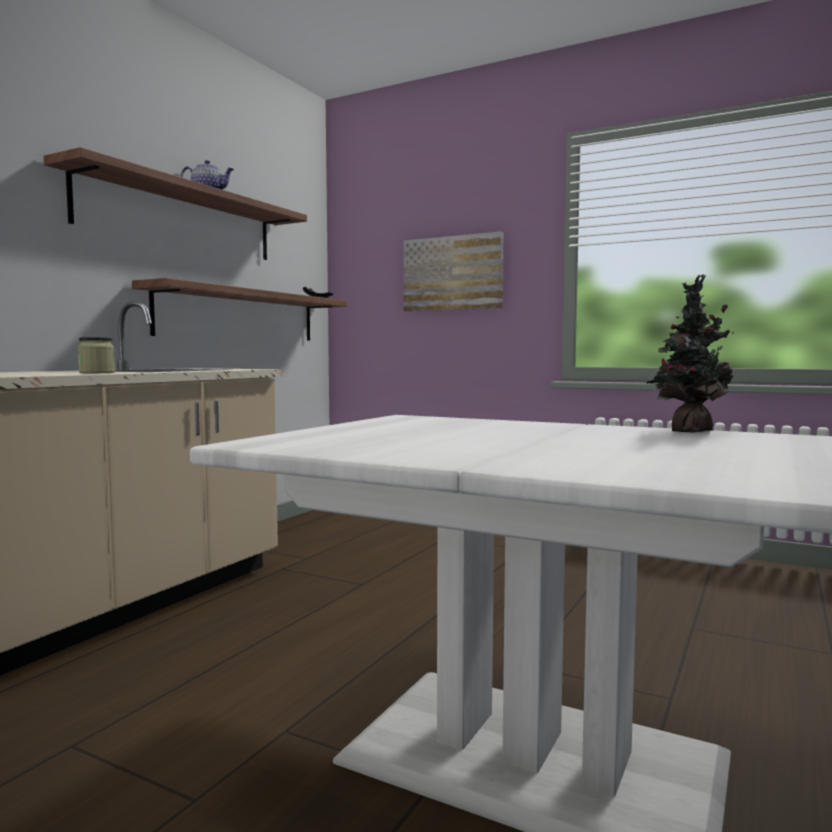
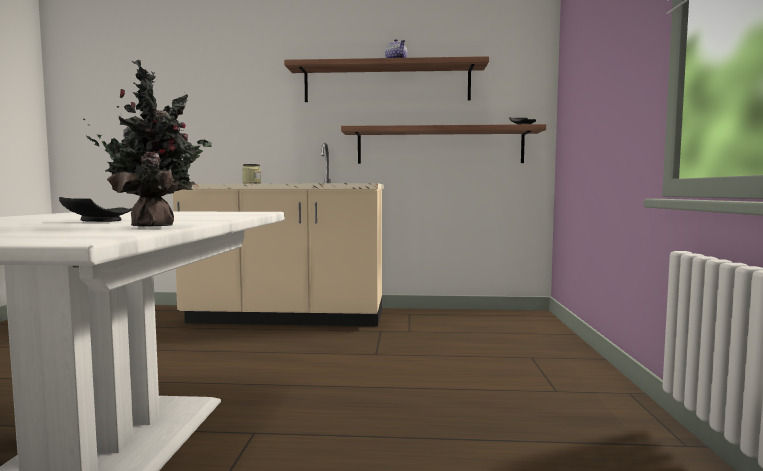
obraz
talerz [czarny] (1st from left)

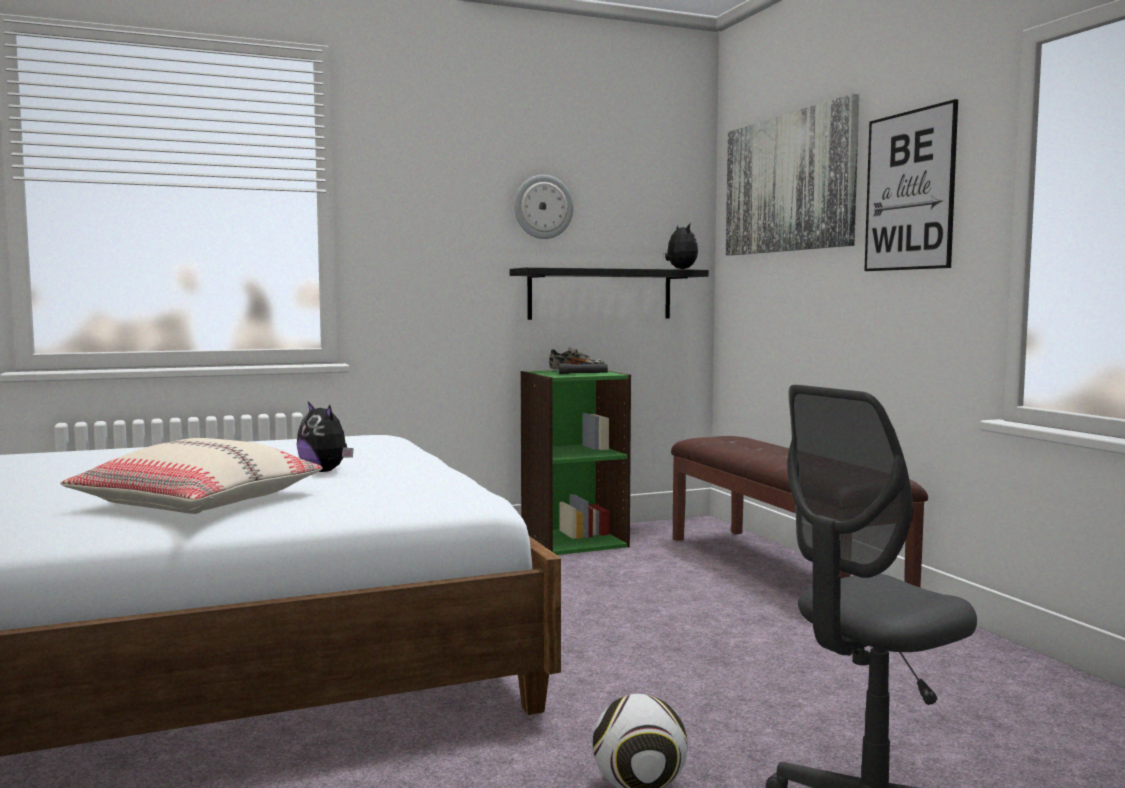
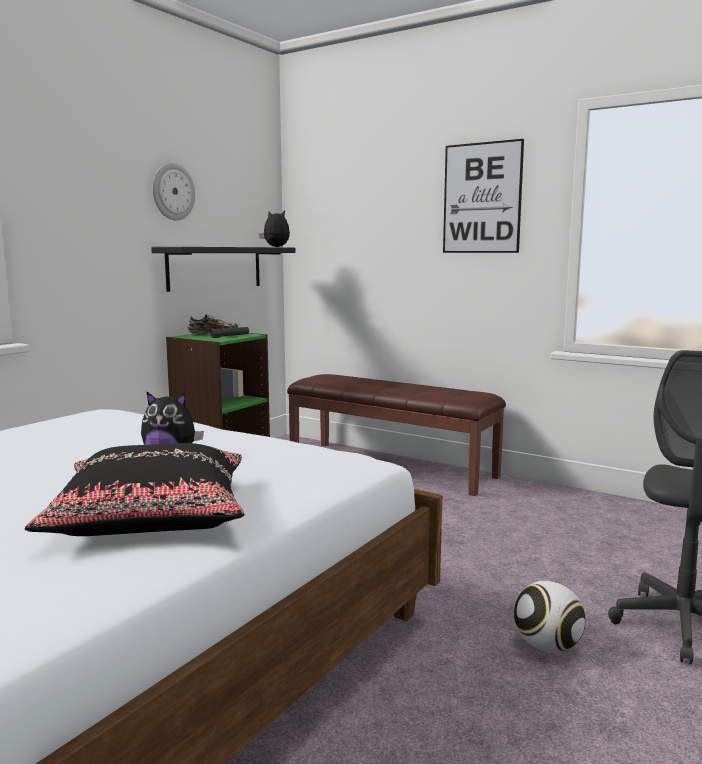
poduszka [czarny]
obraz (1st from left in the first image)

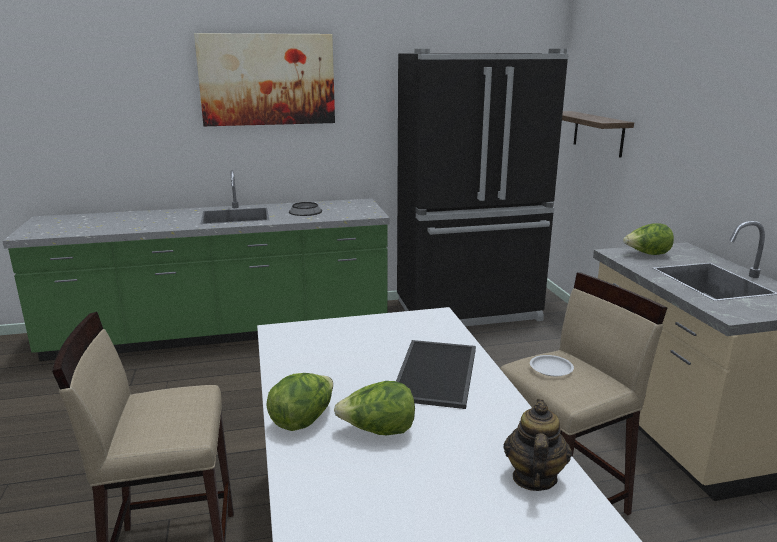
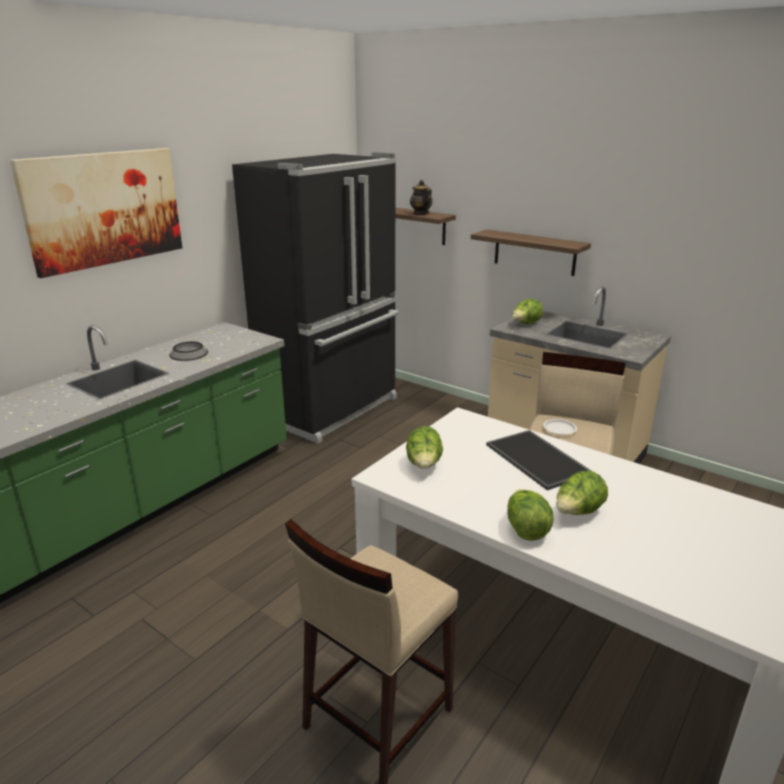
imbryk
sałata (1st from left)
półka (2nd from left)

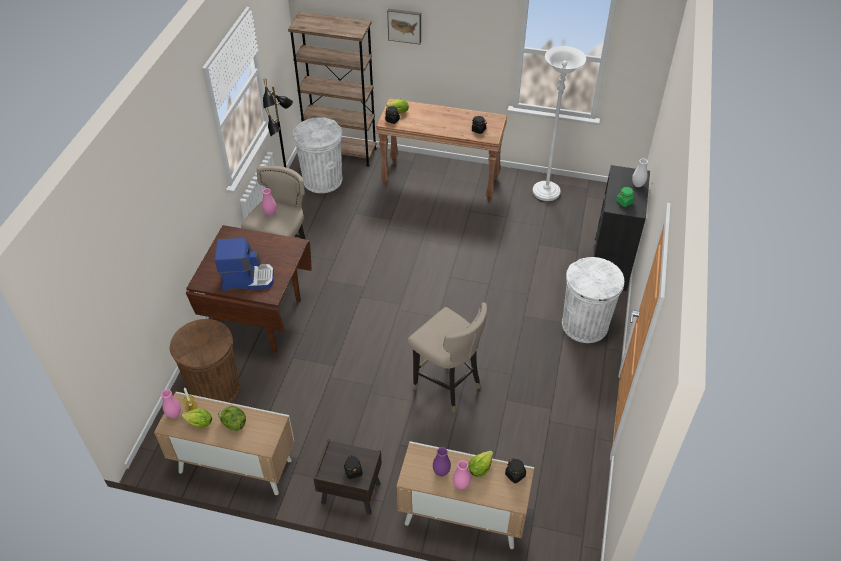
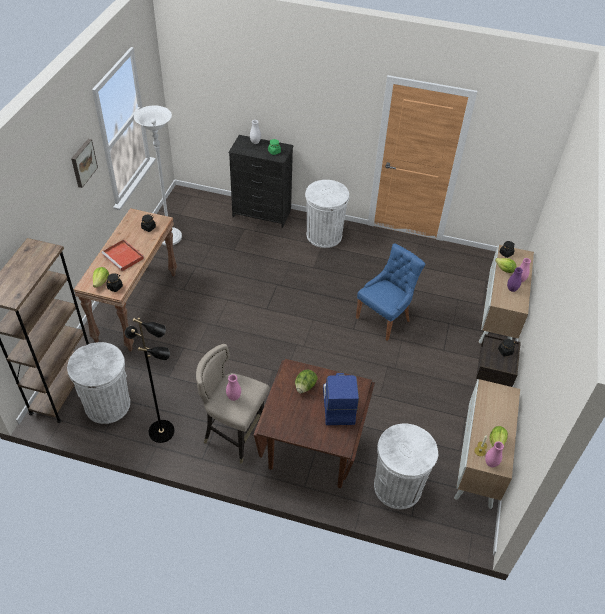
kosz na śmieci [biały] (3rd from left)
sałata (2nd from left)
obraz
krzesło [niebieski]
taca [czerwony]

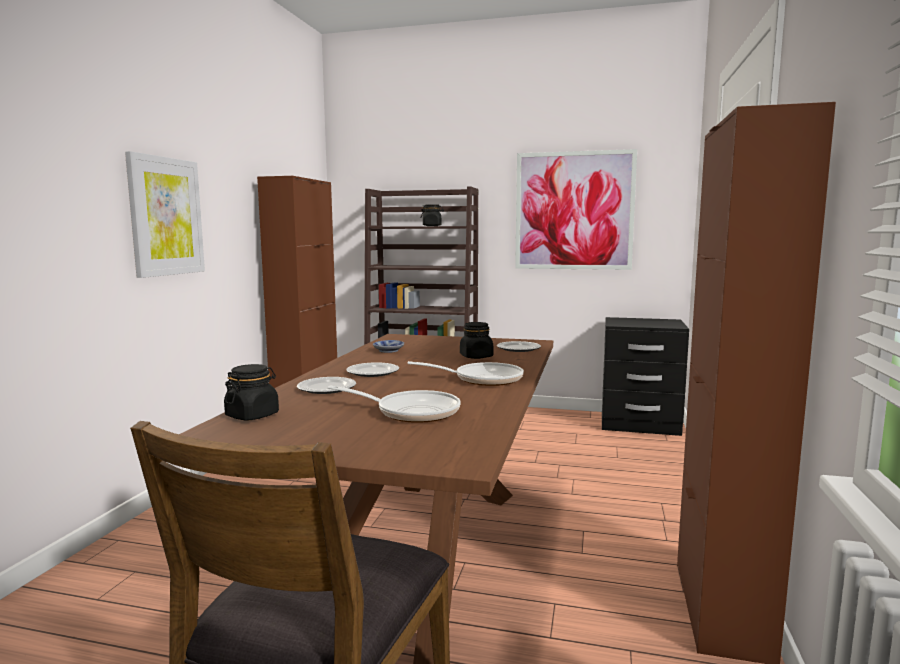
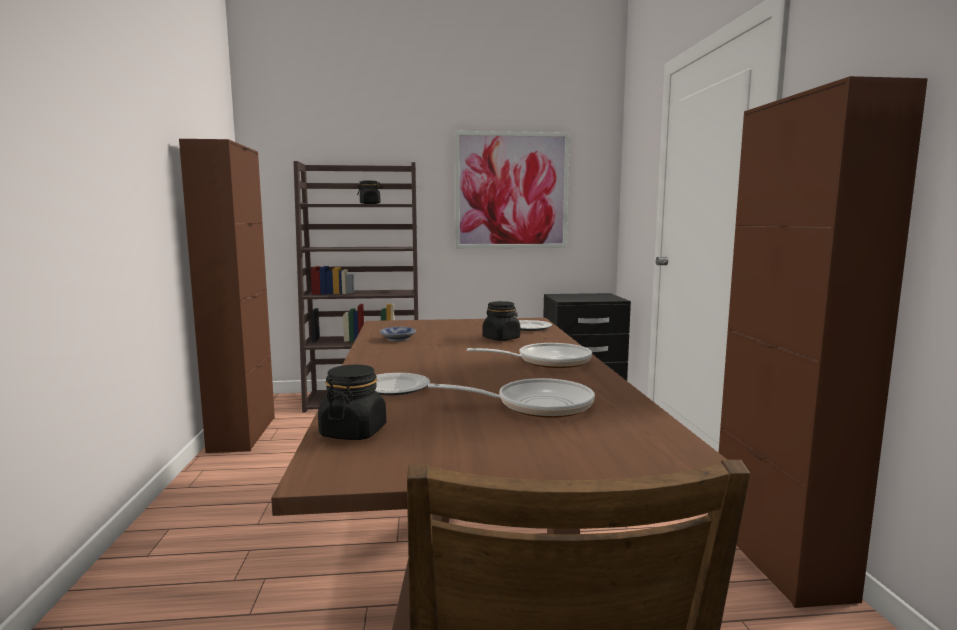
obraz (1st from left in the first image)
talerz (2nd from left in the first image)

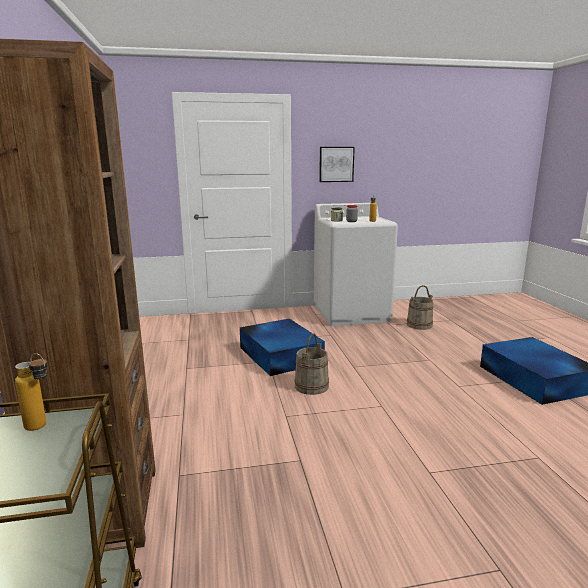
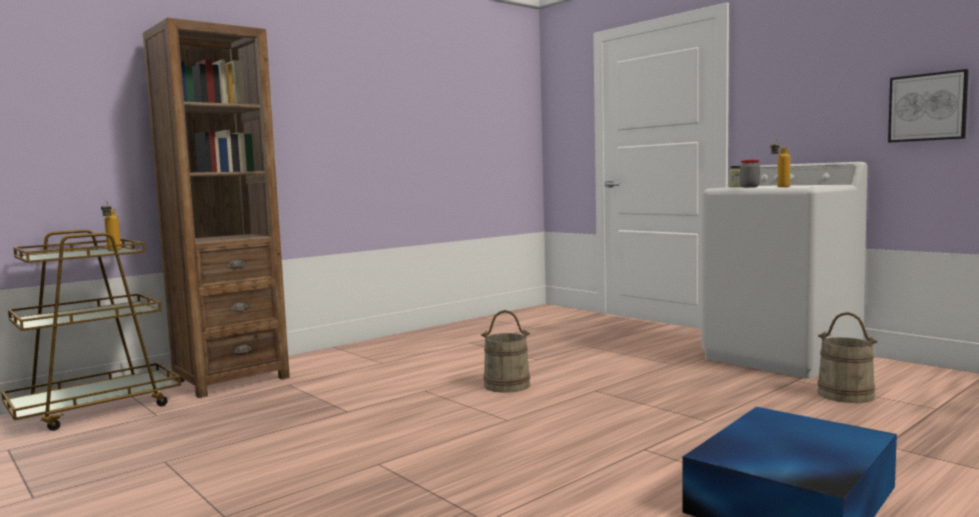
pojemnik do przechowywania [niebieski] (1st from left in the first image)
obraz

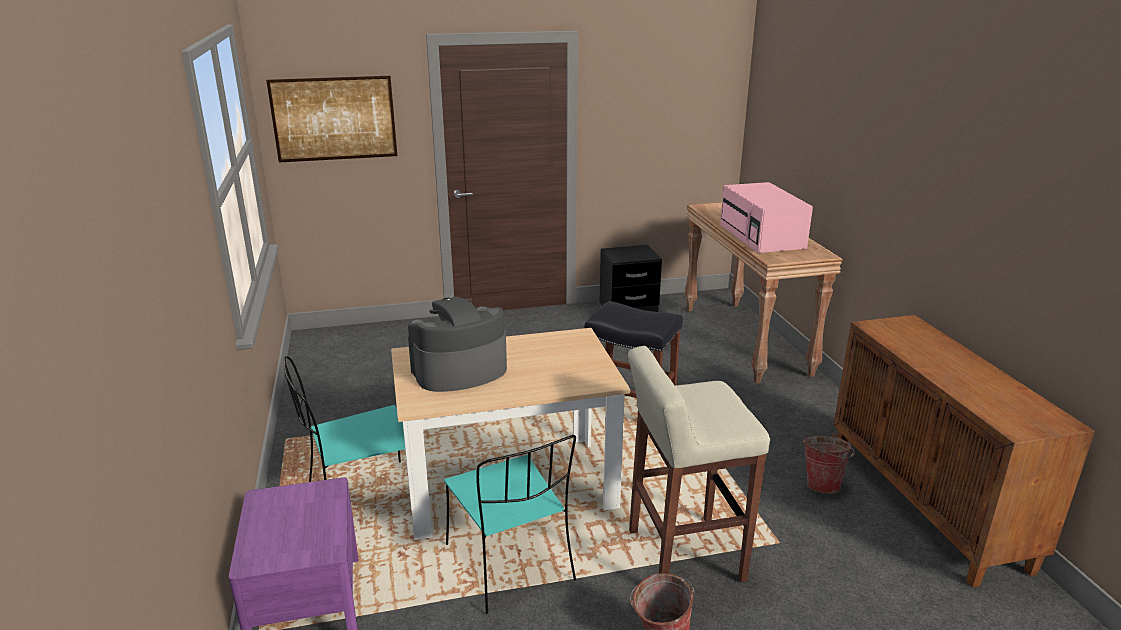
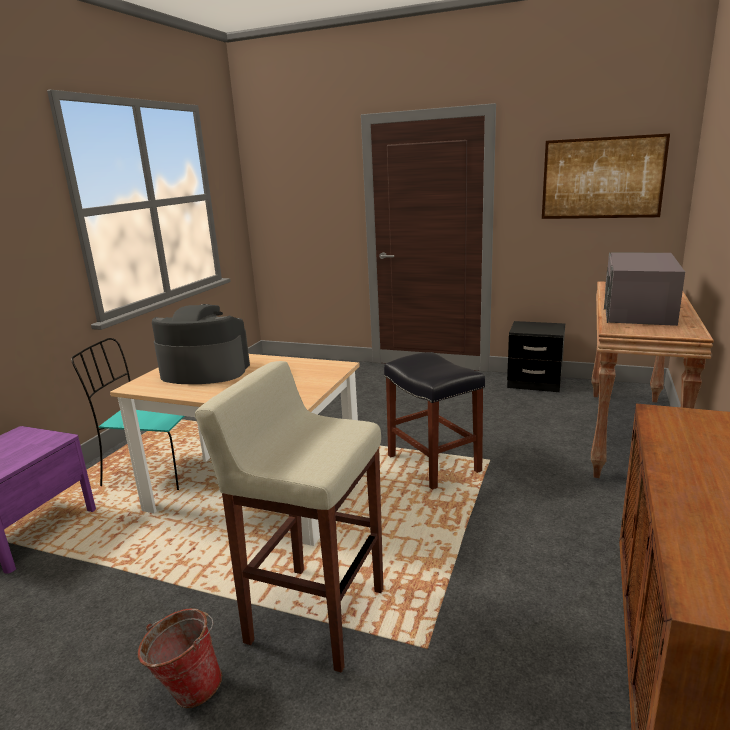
obraz
krzesło [turkusowy] (2nd from left in the first image)
mikrofalówka [szary]
wiadro (2nd from left in the first image)

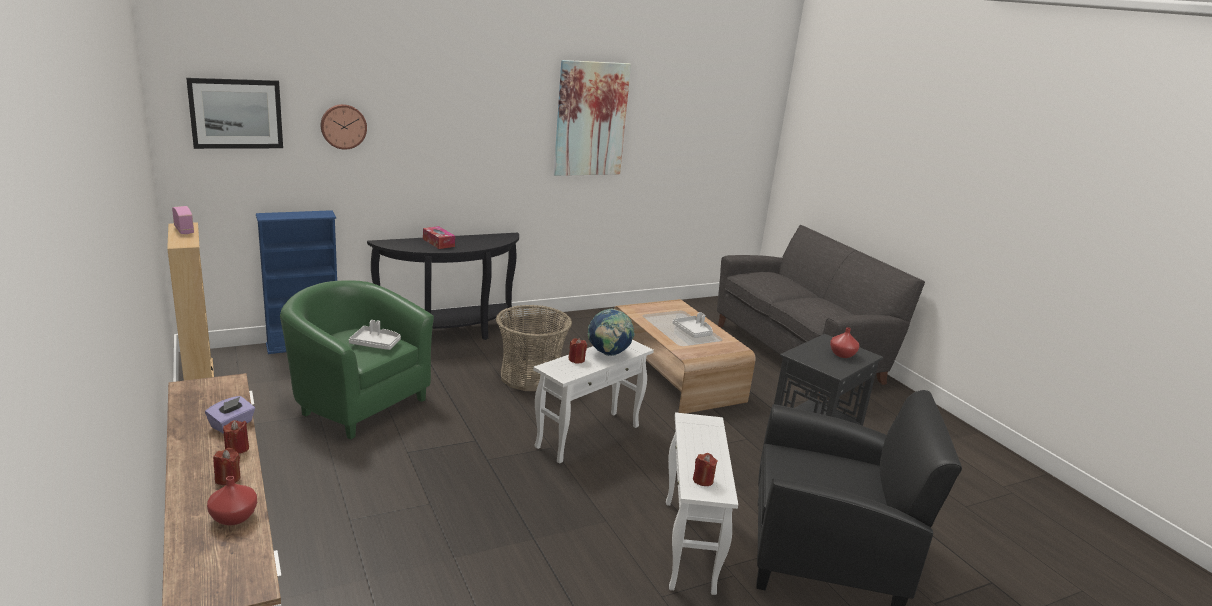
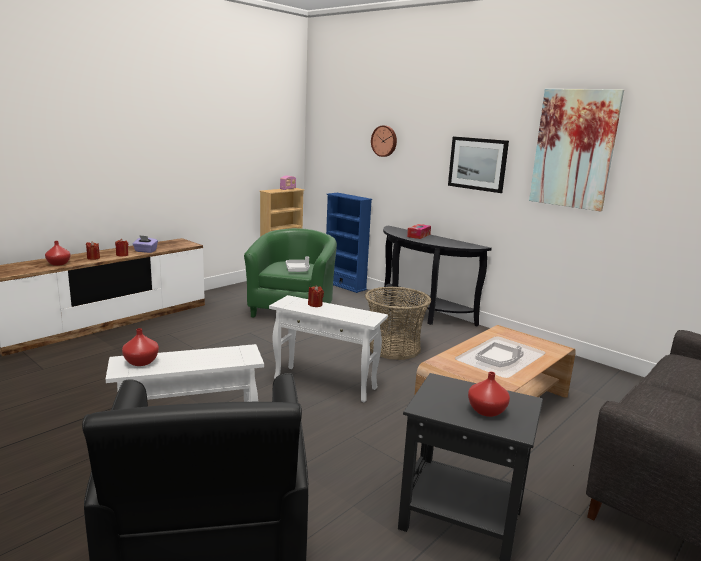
obraz (1st from left)
globus
wazon [czerwony] (2nd from left)

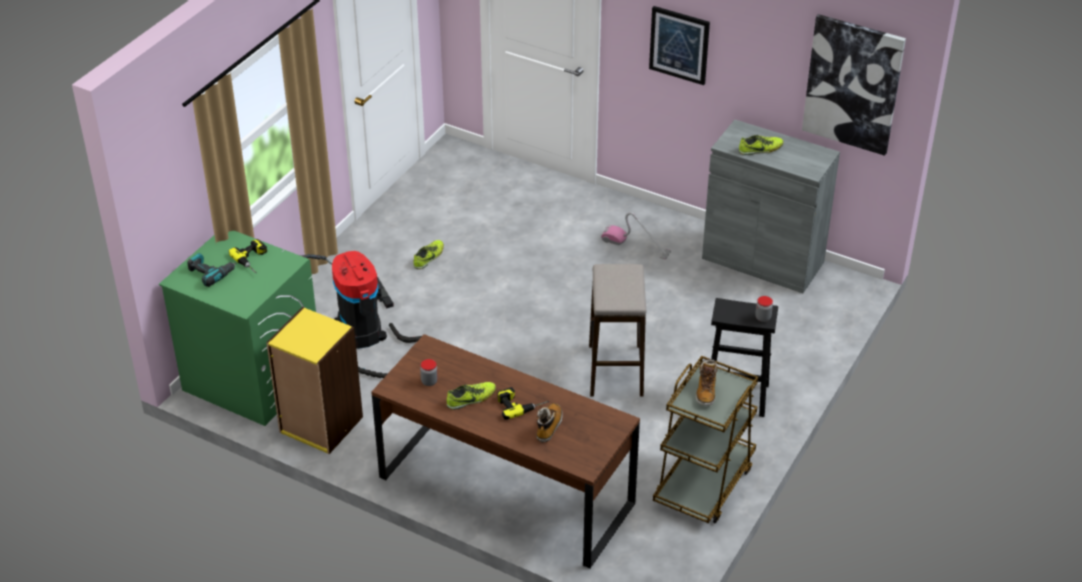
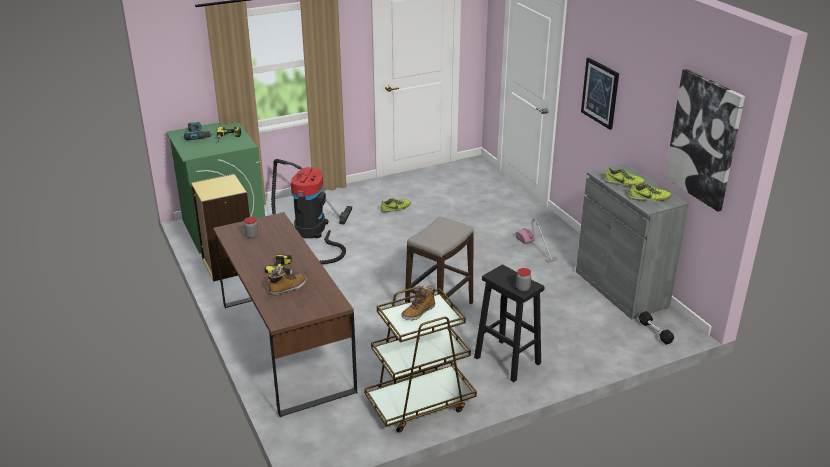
but (3rd from left)
hantel [czarny]

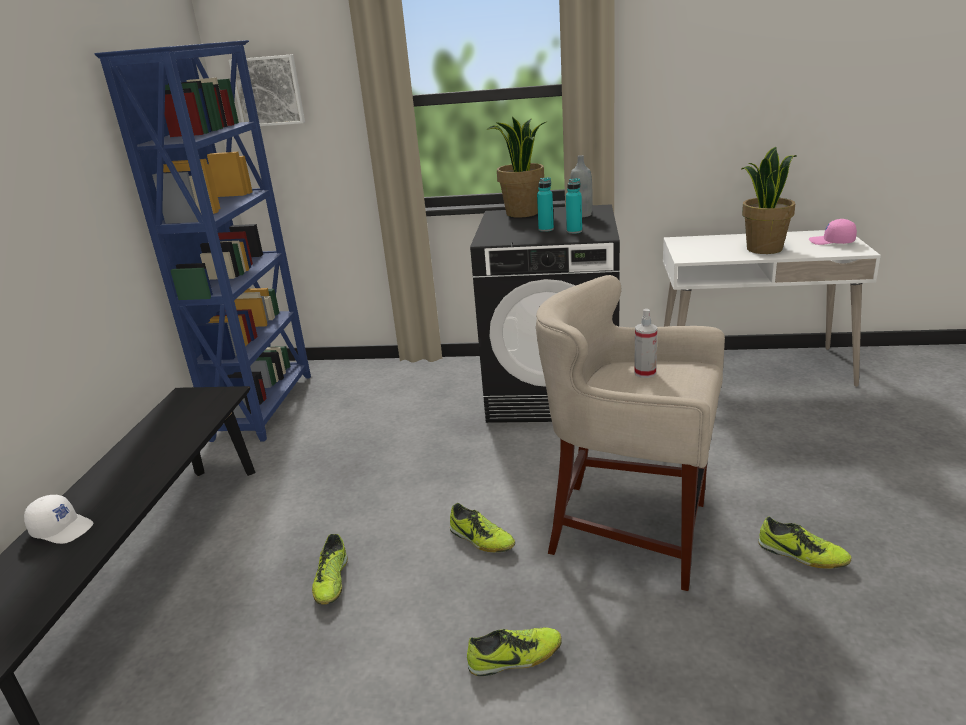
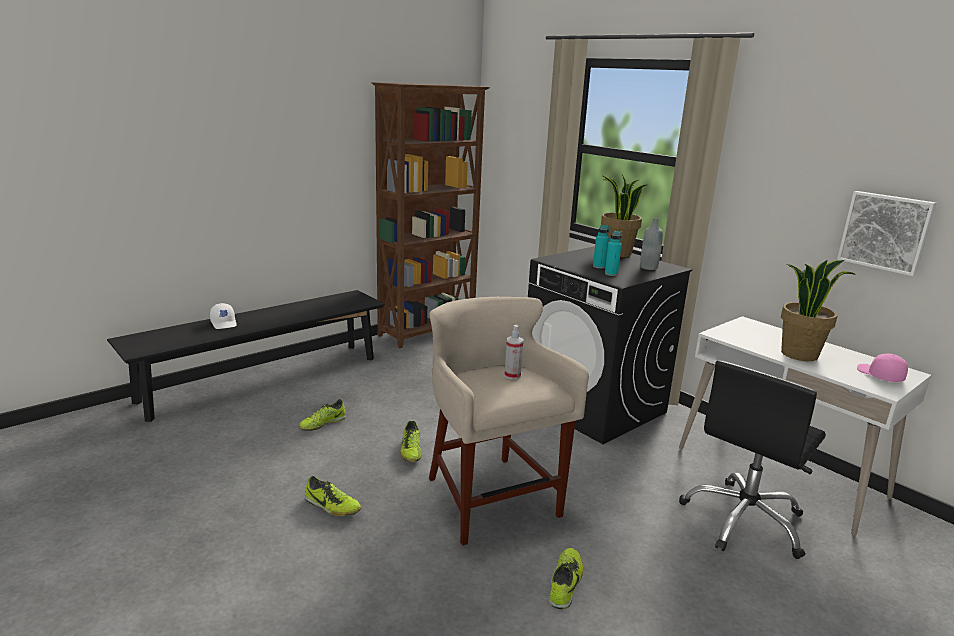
regał [brązowy]
obraz
but (4th from left)
krzesło biurowe [czarny]

